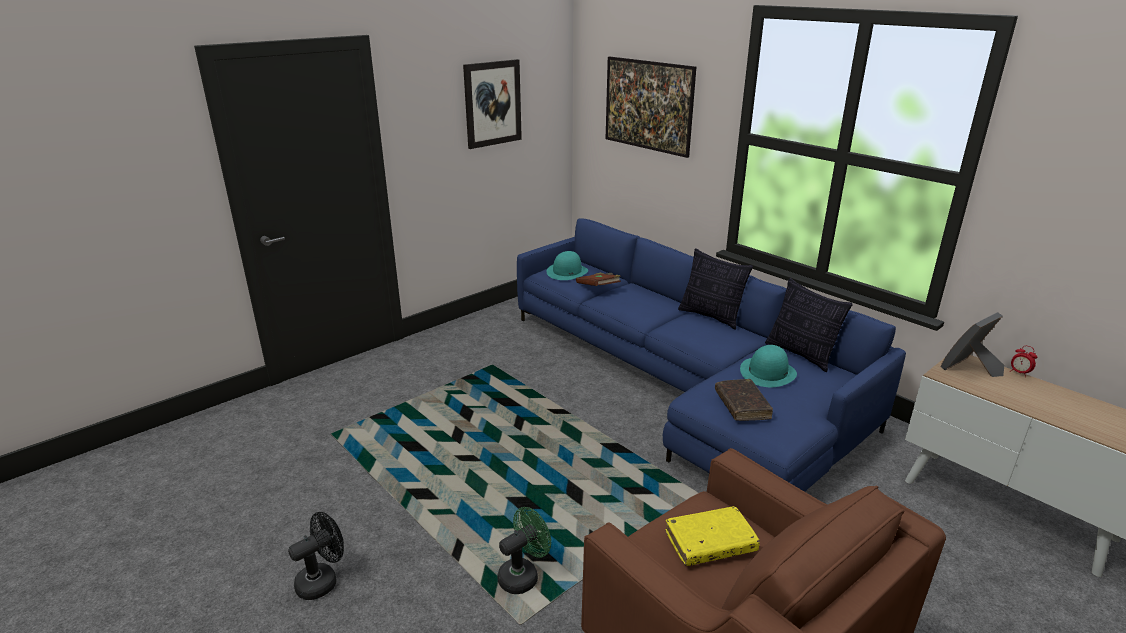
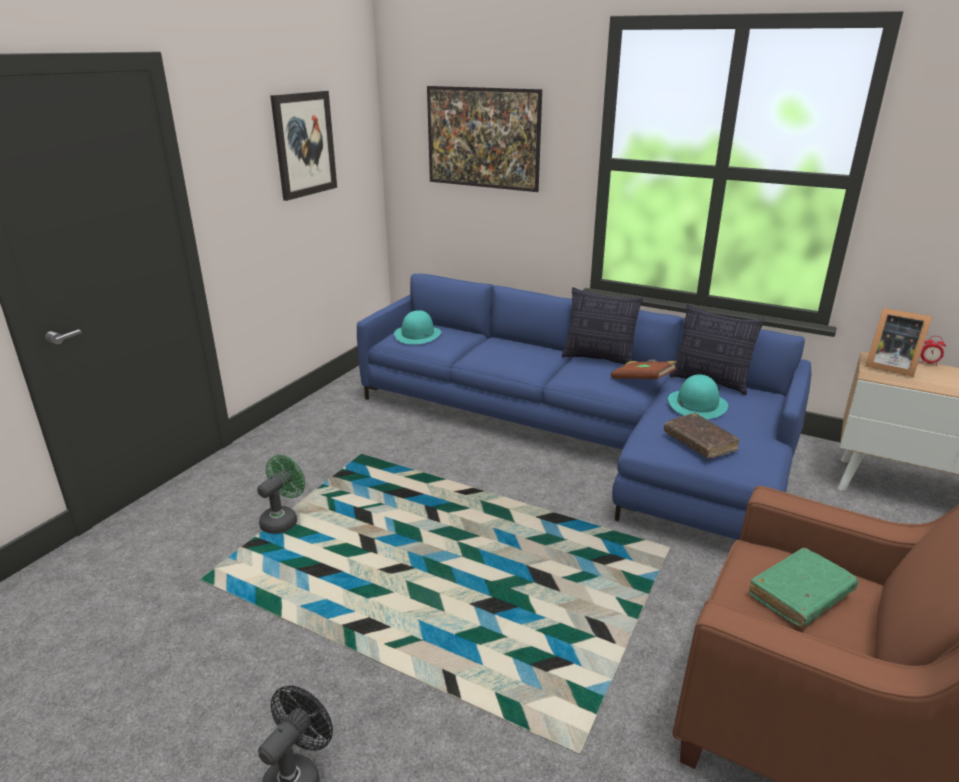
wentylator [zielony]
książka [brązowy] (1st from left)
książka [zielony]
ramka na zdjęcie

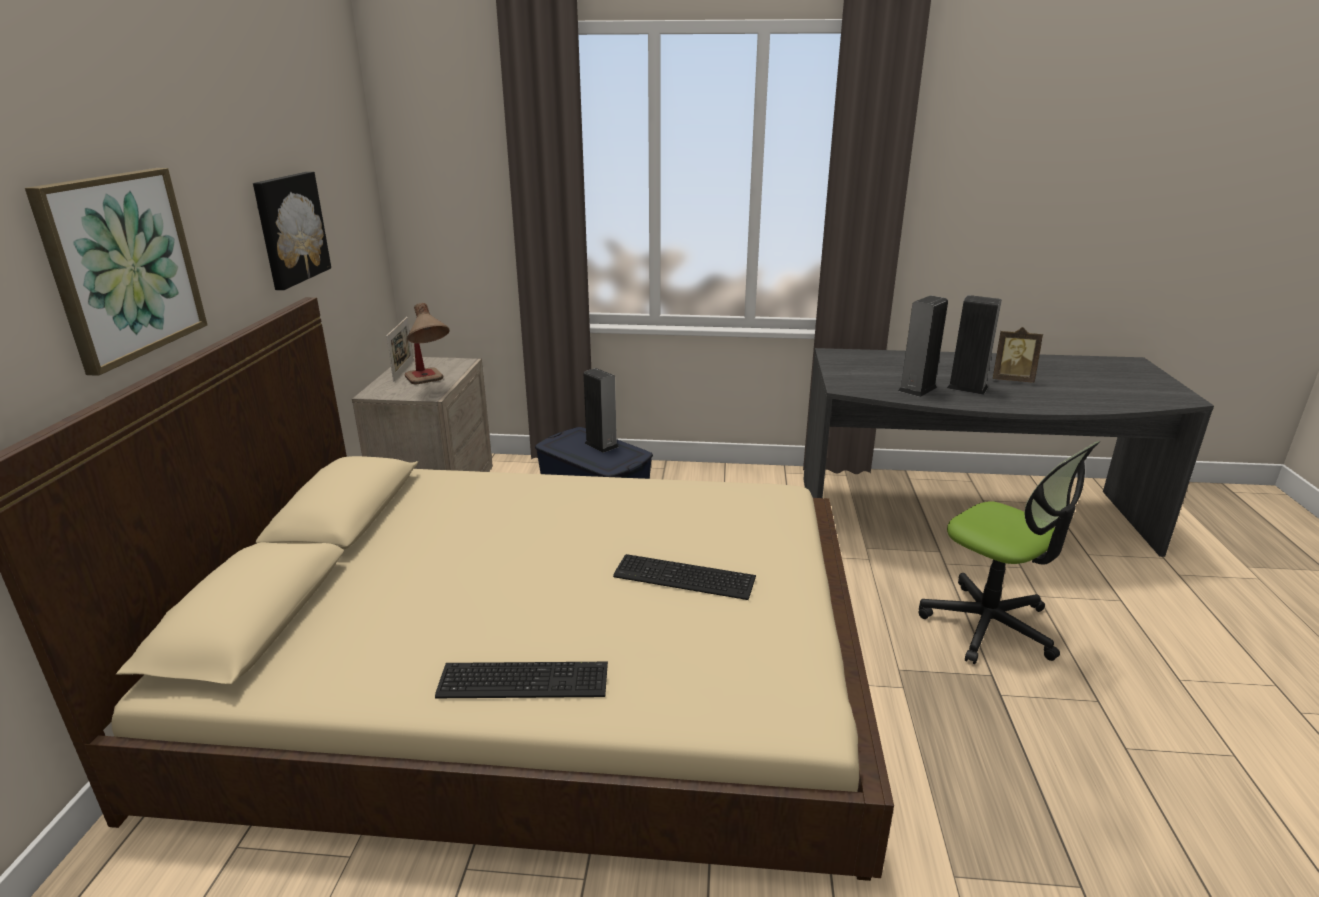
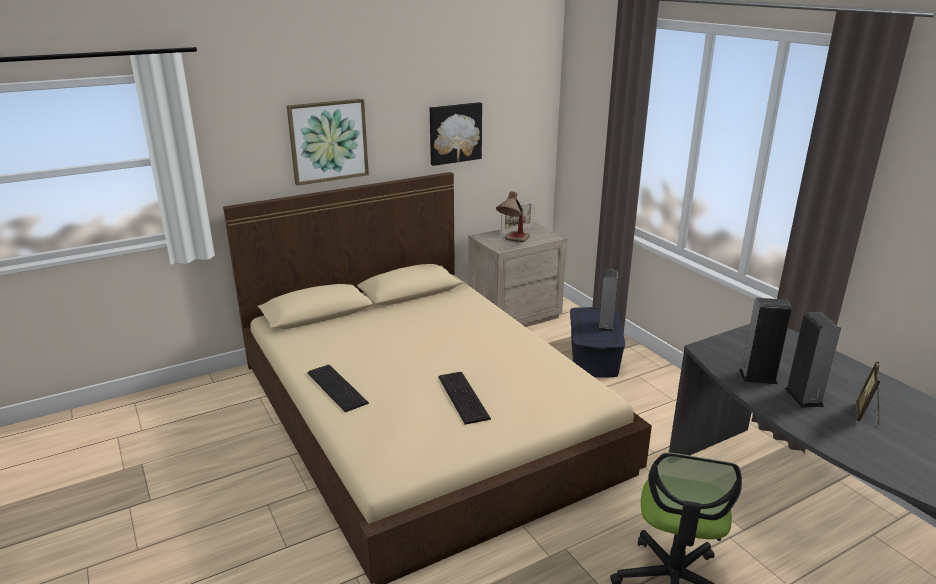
ramka na zdjęcie (2nd from left)

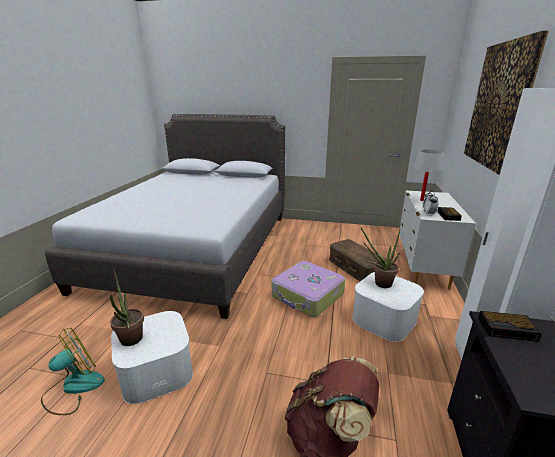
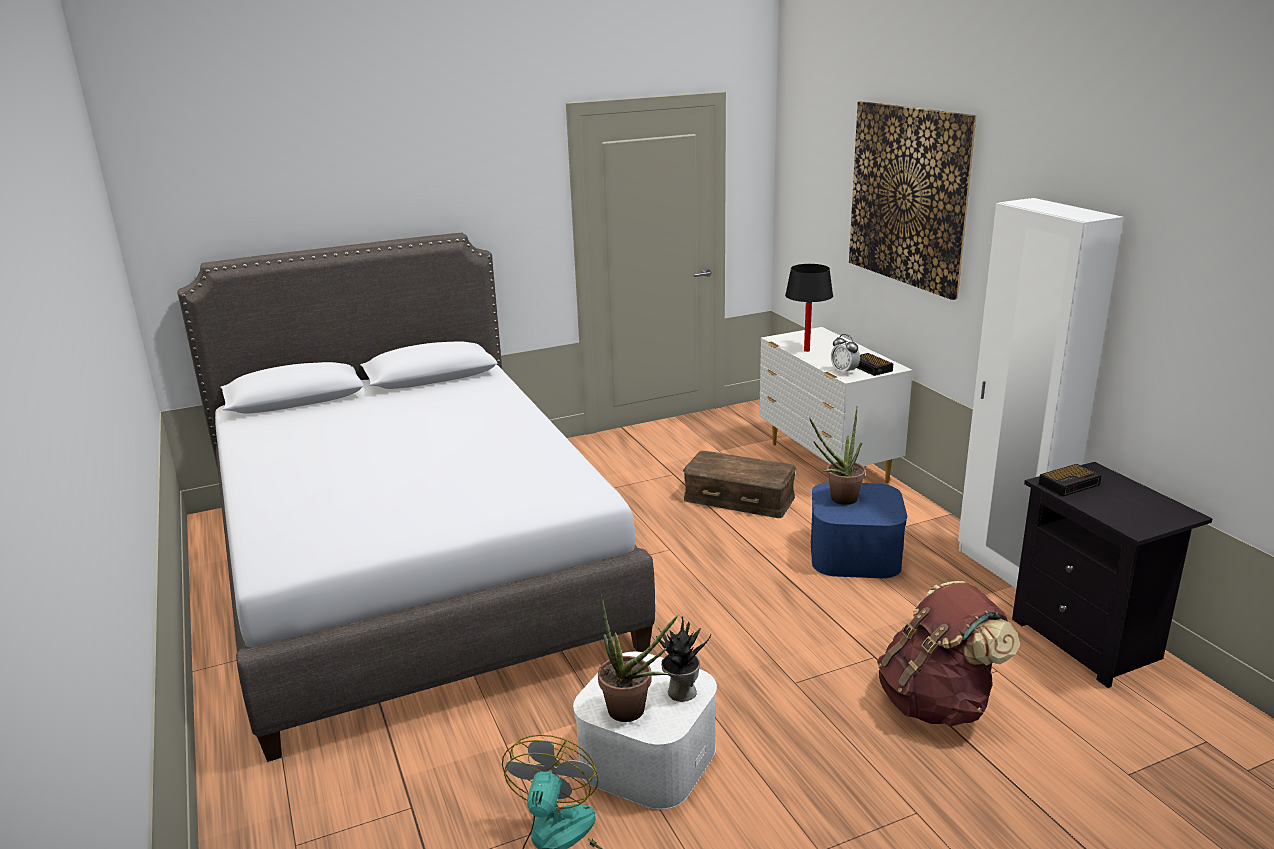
walizka
pojemnik do przechowywania [niebieski]
lampa stołowa [czarny]
roślina doniczkowa (2nd from left)

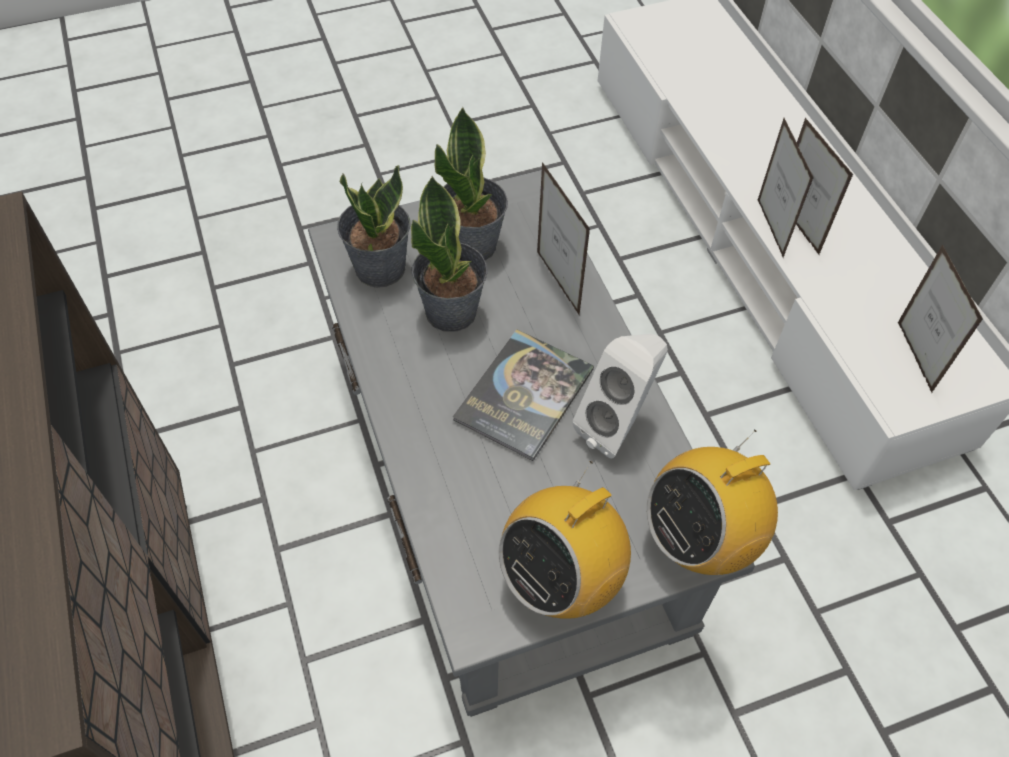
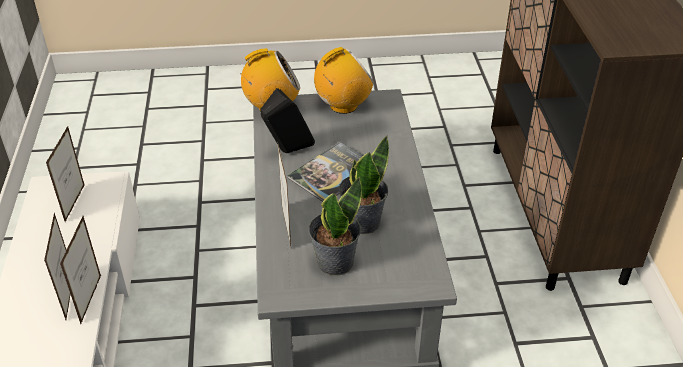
roślina doniczkowa (1st from left in the first image)
głośnik [czarny]

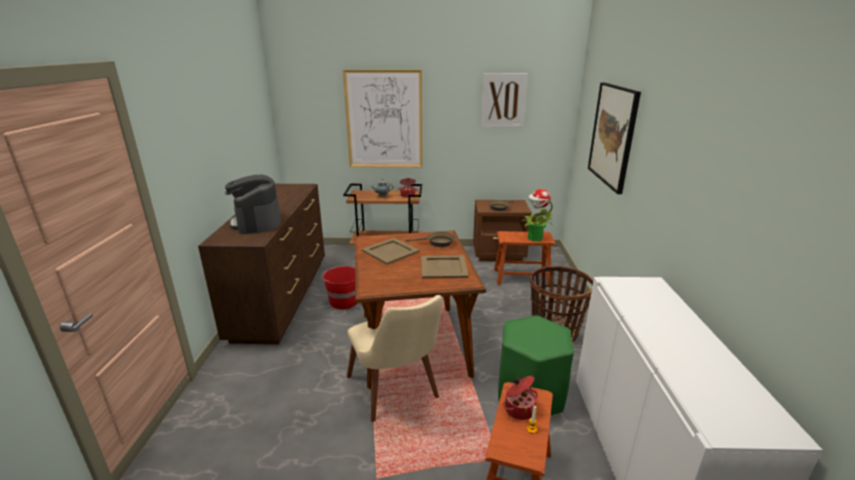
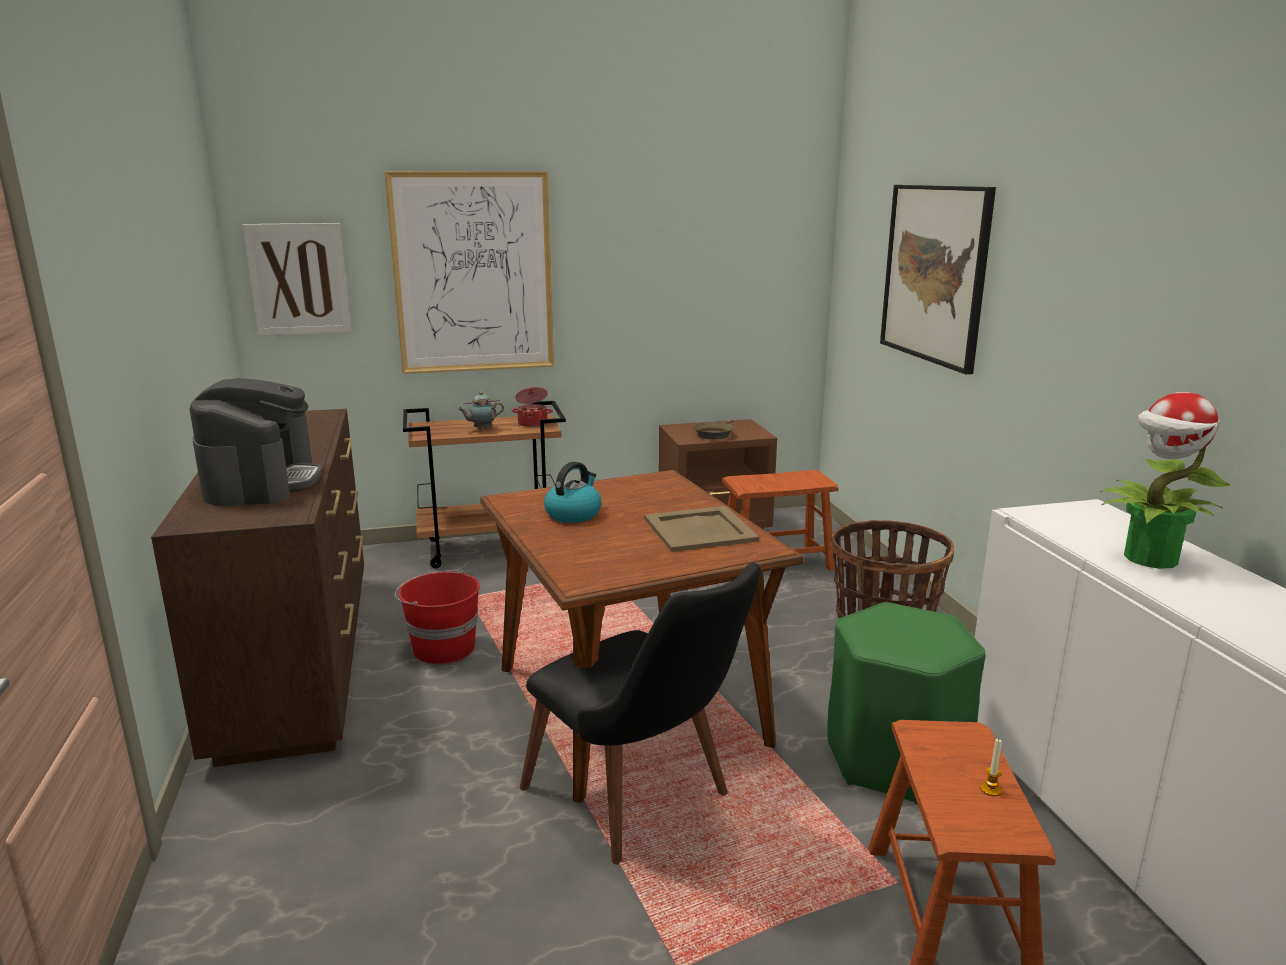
ekspres do kawy
krzesło [czarny]
czajnik
patelnia [brązowy] (1st from left in the first image)
obraz (1st from left)
garnek (2nd from left in the first image)
roślina doniczkowa

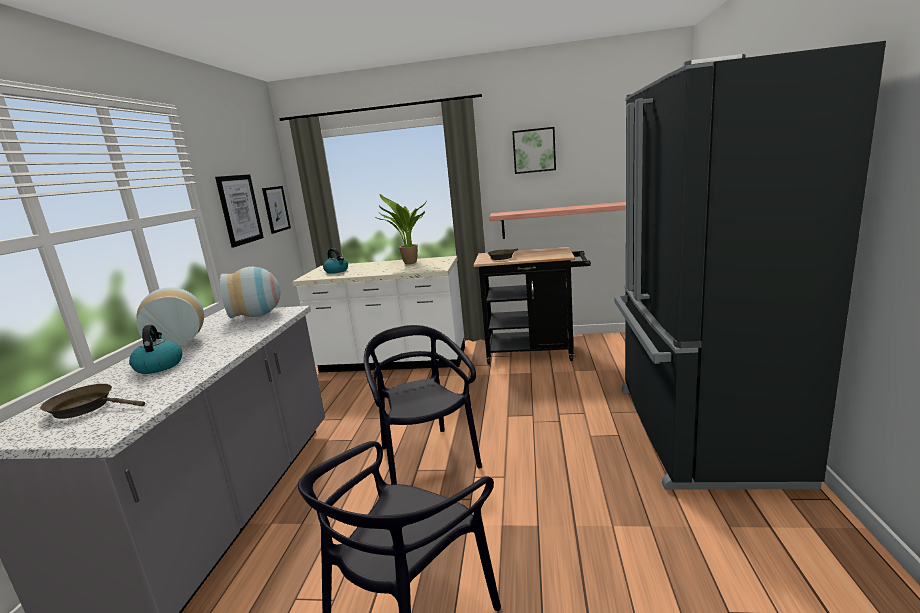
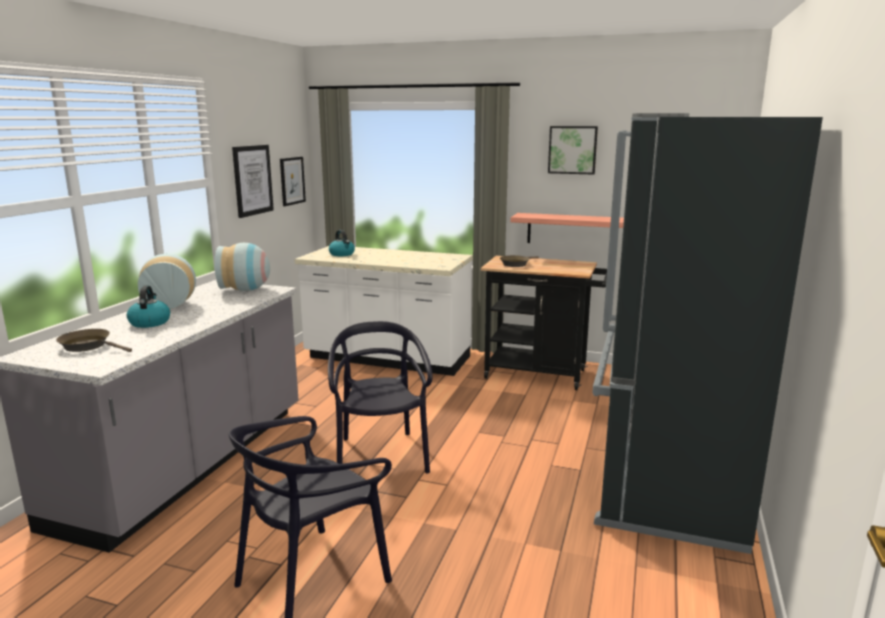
roślina doniczkowa

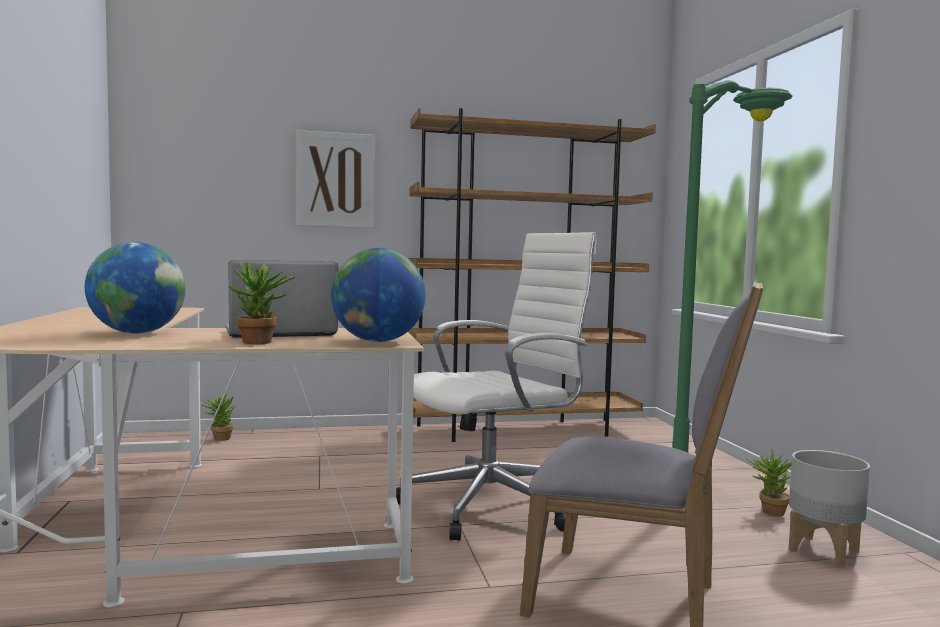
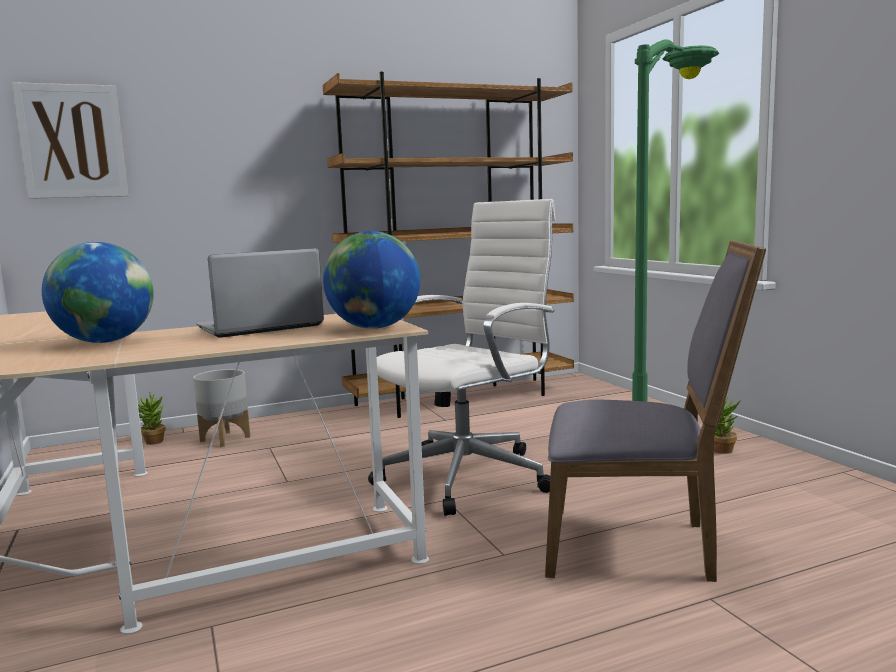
roślina doniczkowa (2nd from left in the first image)
obraz
donica [szary]

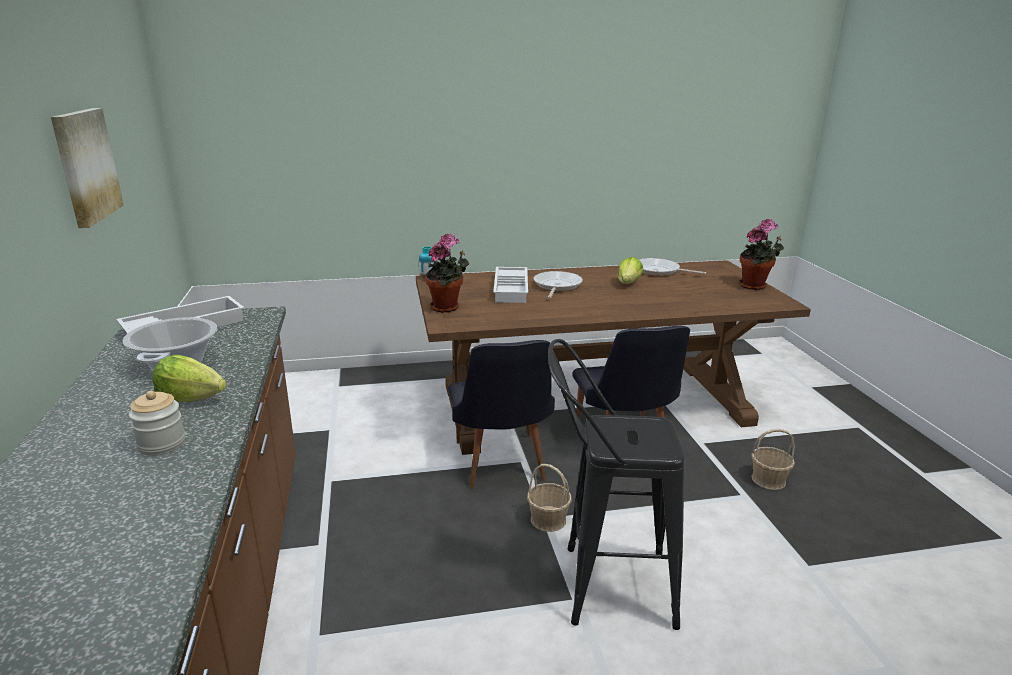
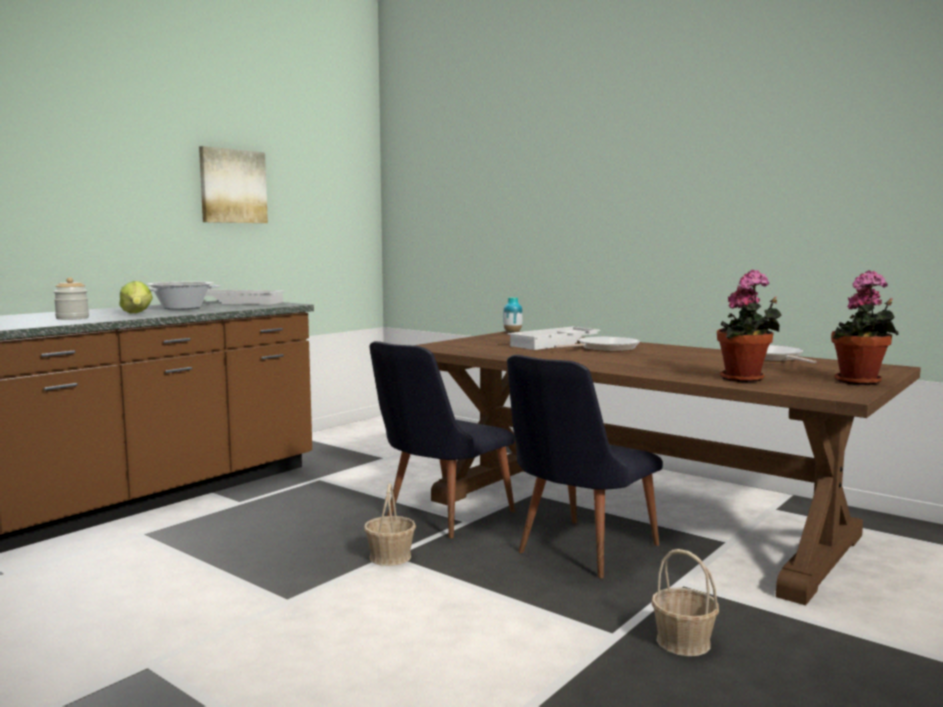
roślina doniczkowa (1st from left)
stołek [czarny]
sałata (2nd from left in the first image)

